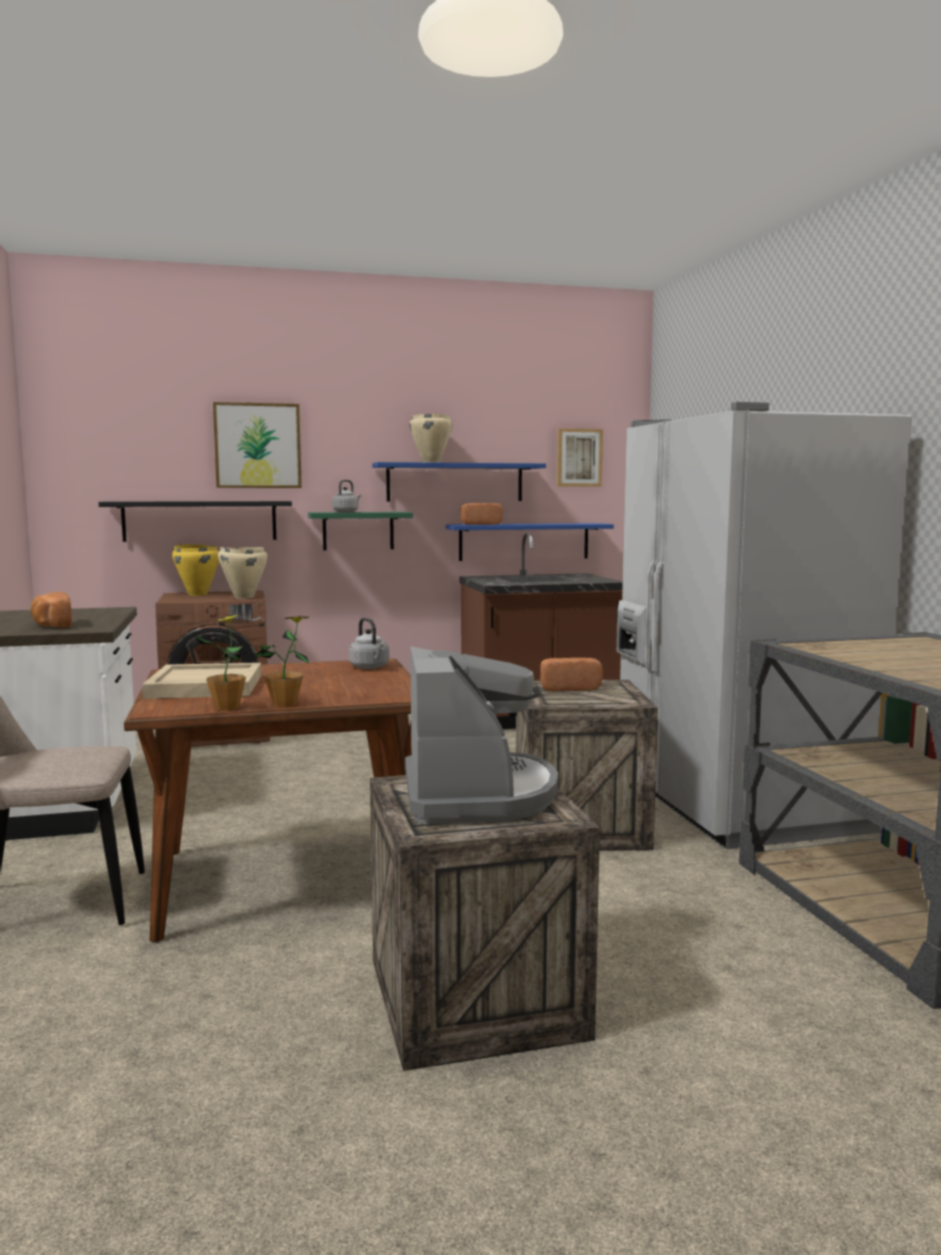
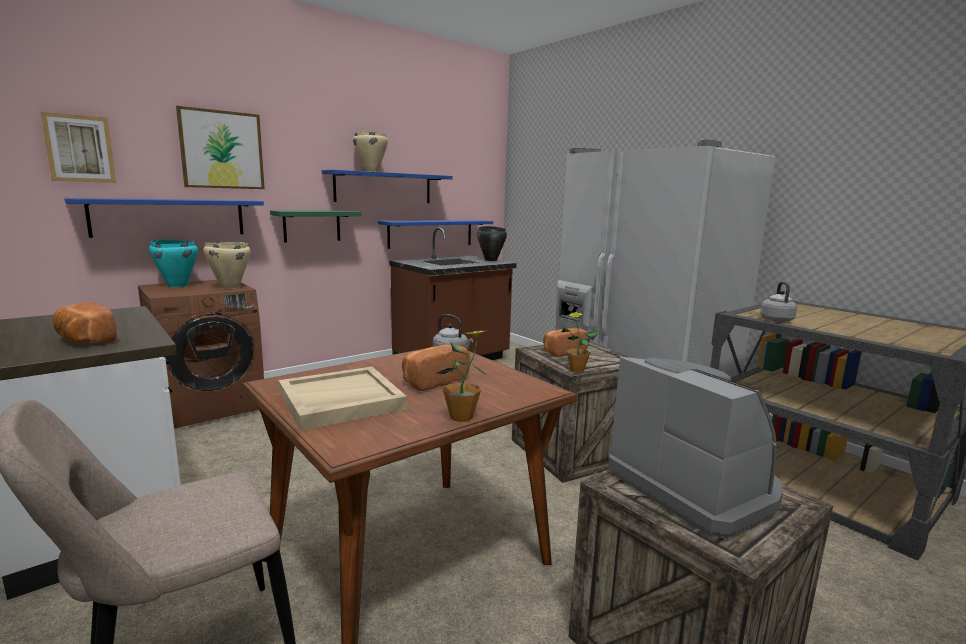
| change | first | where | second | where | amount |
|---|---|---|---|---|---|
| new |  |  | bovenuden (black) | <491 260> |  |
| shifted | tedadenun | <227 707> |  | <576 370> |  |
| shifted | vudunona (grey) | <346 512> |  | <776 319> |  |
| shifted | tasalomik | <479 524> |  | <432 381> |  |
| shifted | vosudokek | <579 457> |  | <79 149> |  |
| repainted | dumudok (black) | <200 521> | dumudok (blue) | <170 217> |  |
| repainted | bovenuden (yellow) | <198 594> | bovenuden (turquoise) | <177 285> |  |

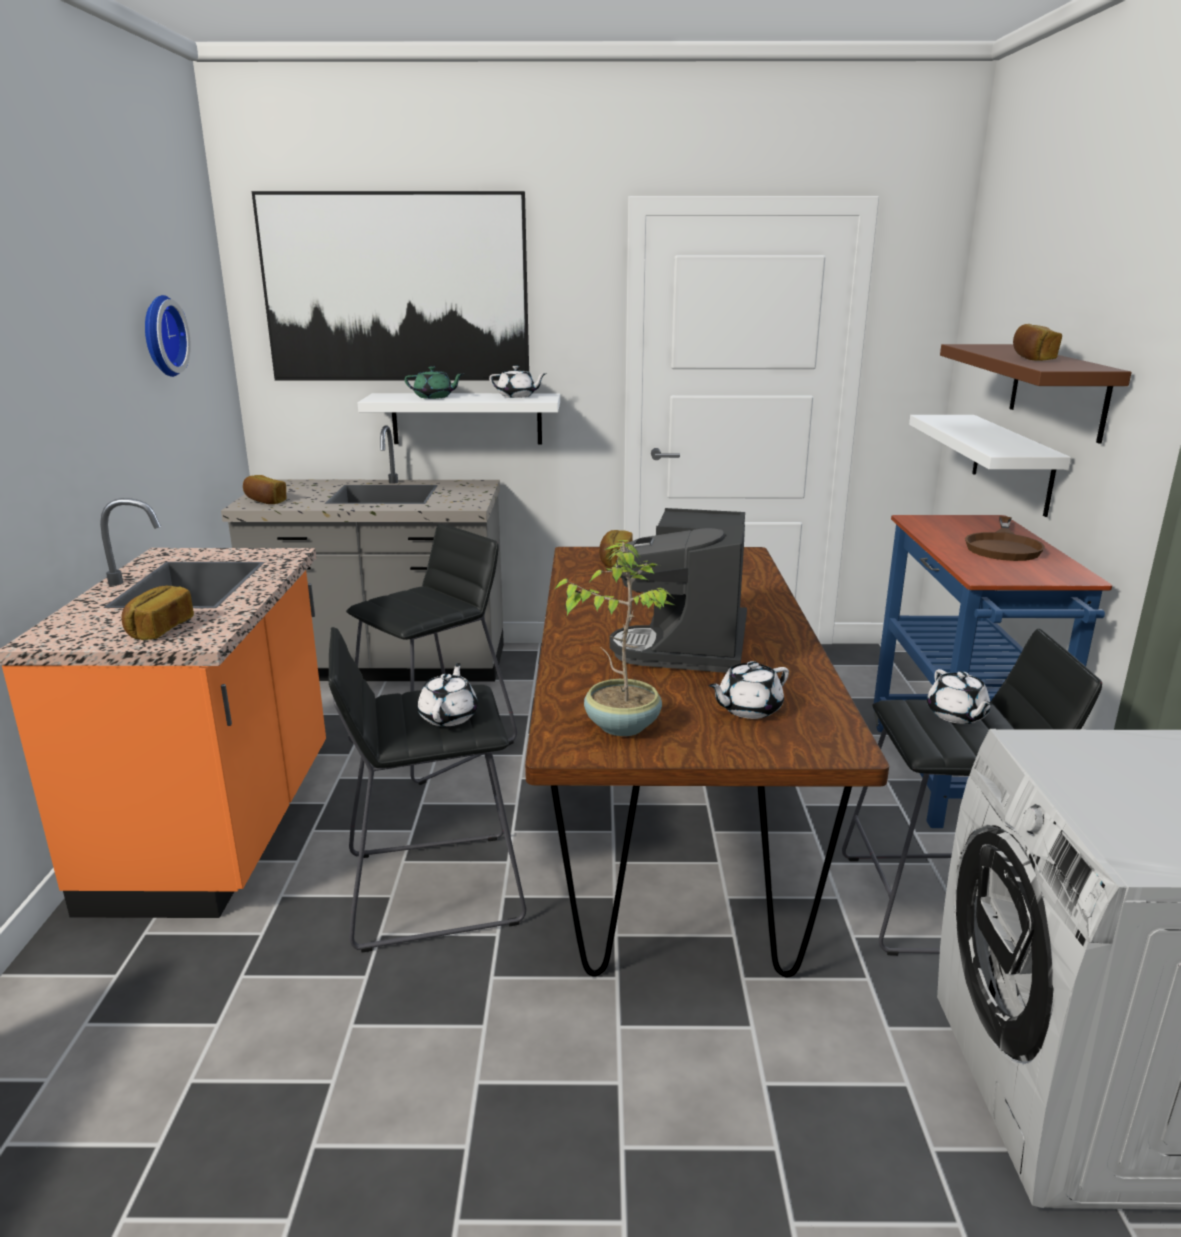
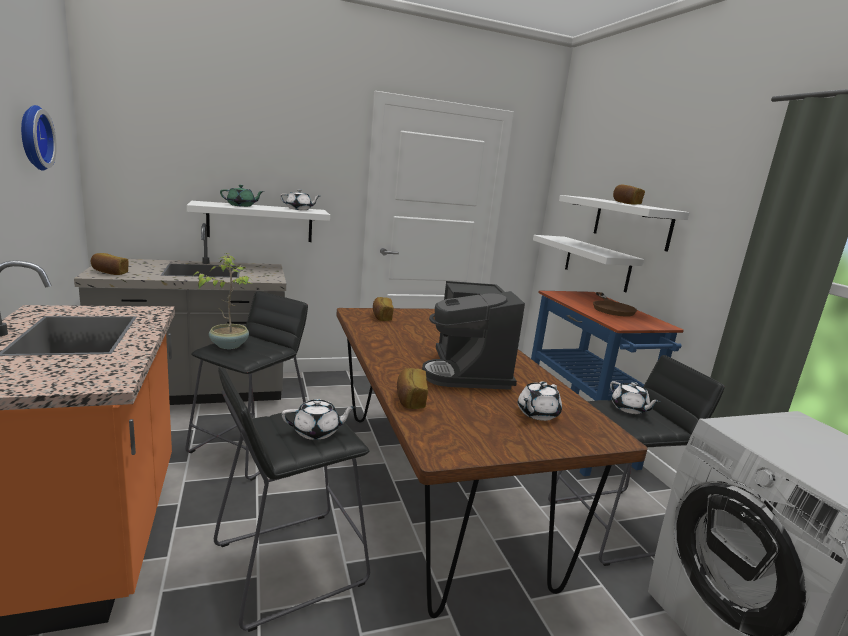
| change | first | where | second | where | amount |
|---|---|---|---|---|---|
| gone | vosudokek | <396 289> |  |  |  |
| shifted | tasalomik | <159 629> |  | <410 399> |  |
| shifted | tedadenun | <621 725> |  | <229 345> |  |
| repainted | dumudok (brown) | <1058 390> | dumudok (white) | <631 223> |  |
| rotated | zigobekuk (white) | <449 716> |  | <317 432> | 90 degrees clockwise |

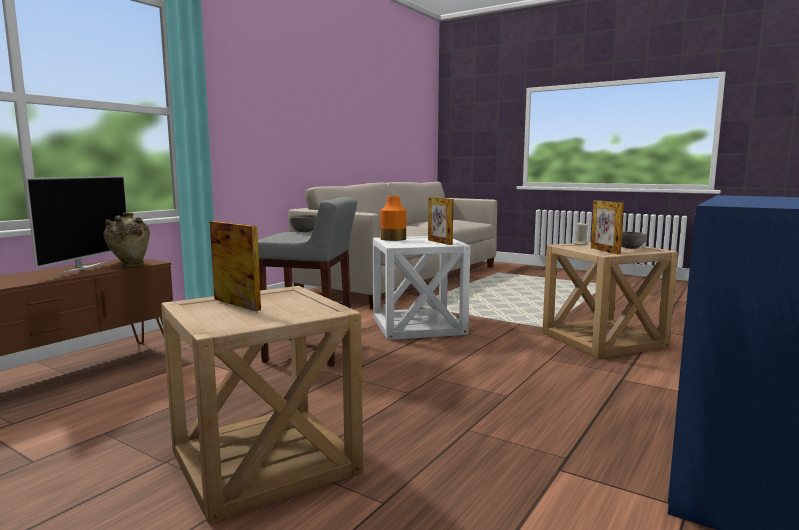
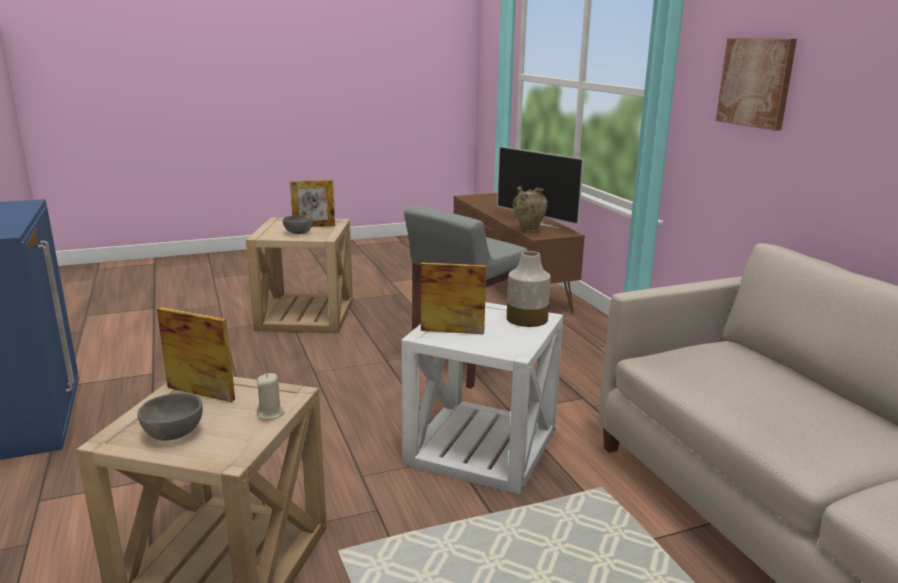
| change | first | where | second | where | amount |
|---|---|---|---|---|---|
| new |  |  | vosudokek | <756 82> |  |
| shifted | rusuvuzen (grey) | <305 232> |  | <299 233> |  |
| repainted | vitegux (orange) | <393 239> | vitegux (beige) | <526 318> |  |

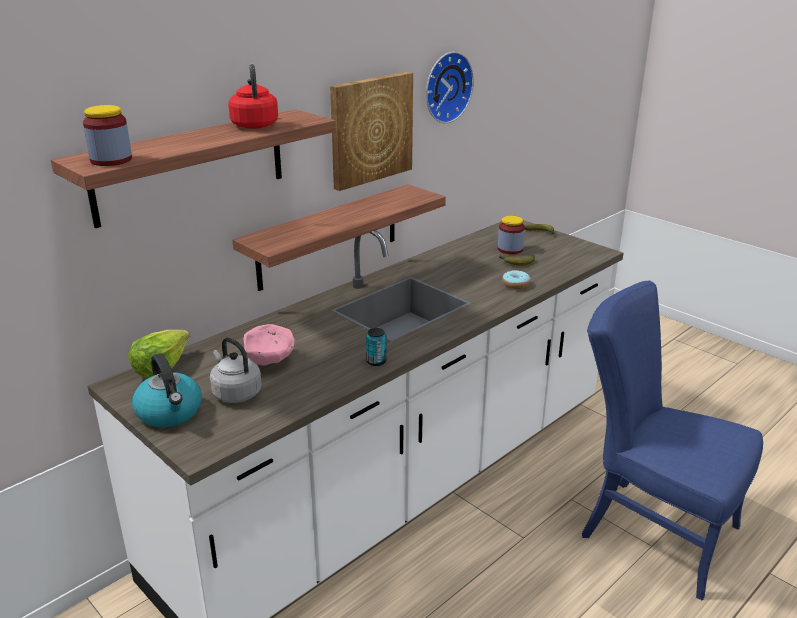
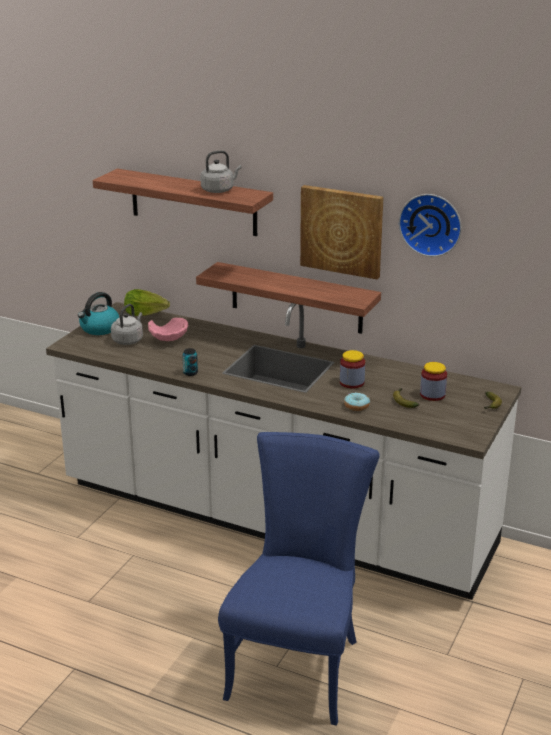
| change | first | where | second | where | amount |
|---|---|---|---|---|---|
| shifted | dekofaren | <111 160> |  | <352 382> |  |
| repainted | vudunona (red) | <254 125> | vudunona (grey) | <219 190> |  |

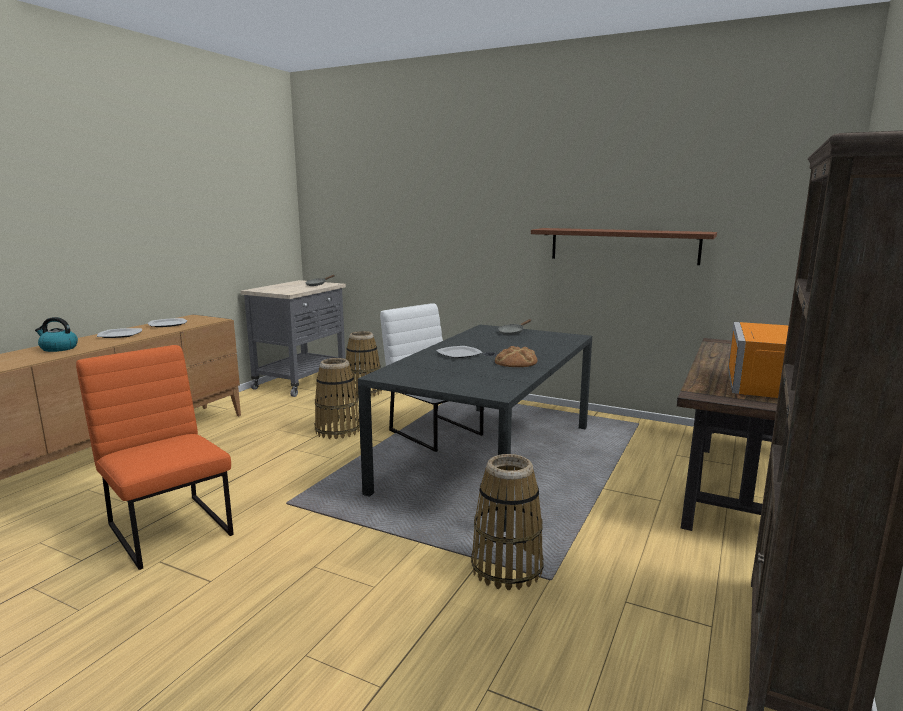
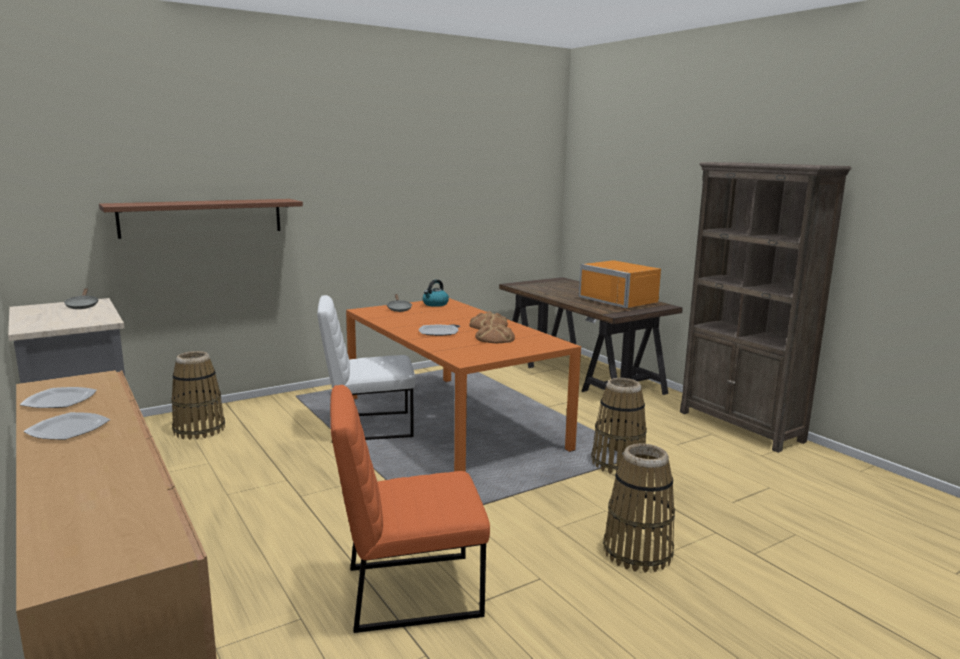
| change | first | where | second | where | amount |
|---|---|---|---|---|---|
| new |  |  | tasalomik | <494 338> |  |
| shifted | vudunona | <58 348> |  | <435 304> |  |
| shifted | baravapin | <338 430> |  | <637 552> |  |
| shifted | dumudok (brown) | <623 245> |  | <202 217> |  |
| repainted | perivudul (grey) | <488 457> | perivudul (orange) | <452 423> |  |

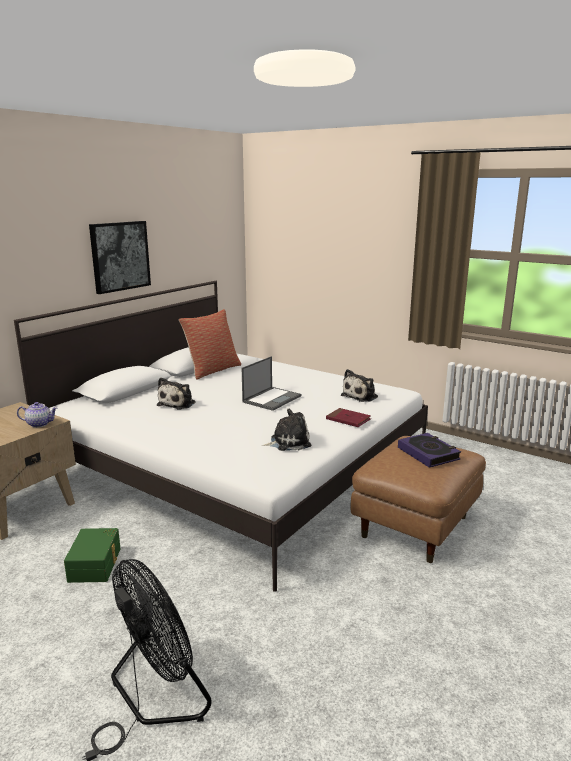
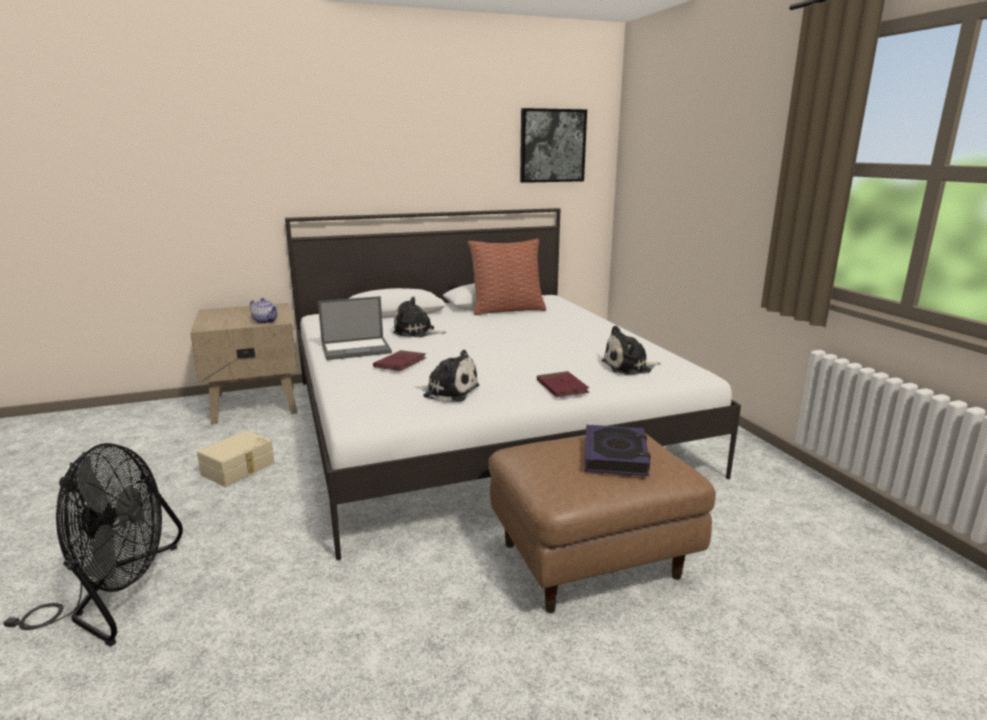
| change | first | where | second | where | amount |
|---|---|---|---|---|---|
| new |  |  | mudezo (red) | <400 363> |  |
| shifted | vosudokek | <120 256> |  | <552 146> |  |
| shifted | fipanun | <272 399> |  | <357 349> |  |
| repainted | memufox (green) | <96 564> | memufox (beige) | <239 469> |  |
| rotated | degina | <178 403> |  | <416 332> | 45 degrees clockwise |

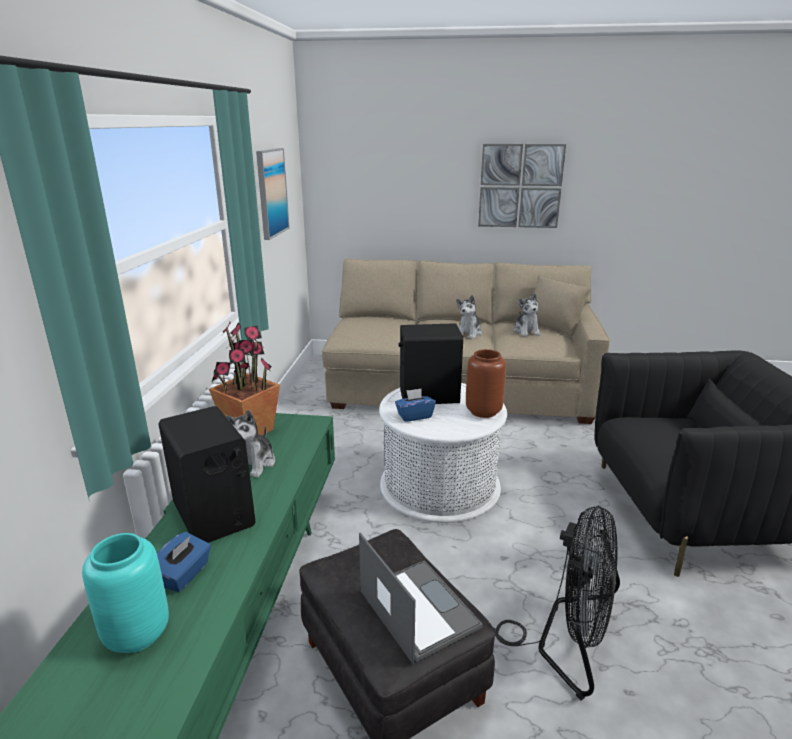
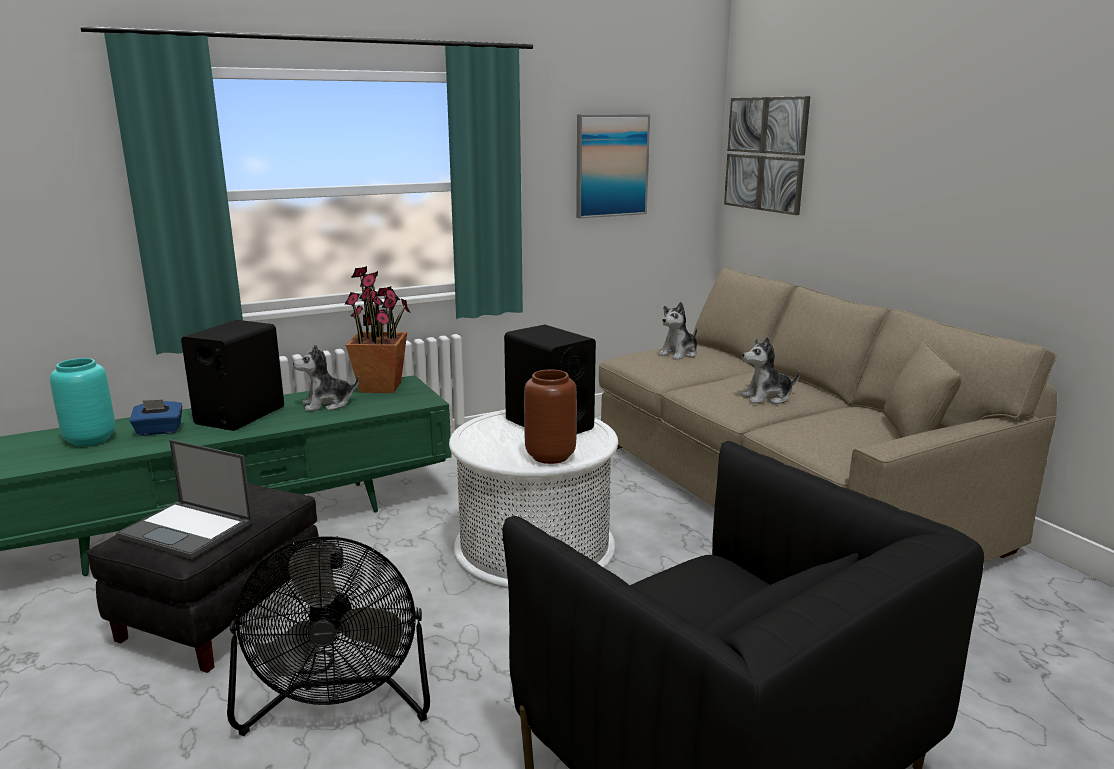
| change | first | where | second | where | amount |
|---|---|---|---|---|---|
| gone | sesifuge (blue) | <414 416> |  |  |  |
| shifted | vosudokek | <520 186> |  | <765 154> |  |
| shifted | degina | <526 331> |  | <679 354> |  |
| rotated | fipanun | <417 608> |  | <188 529> | 90 degrees clockwise |

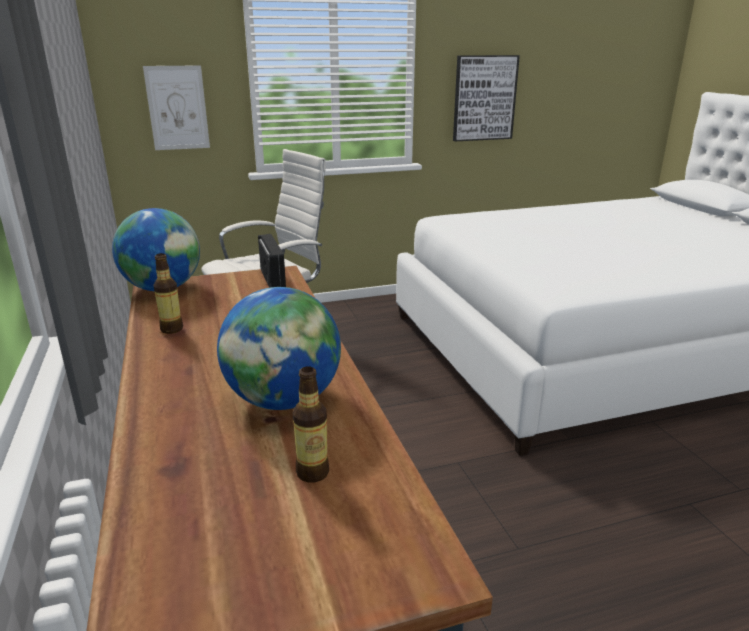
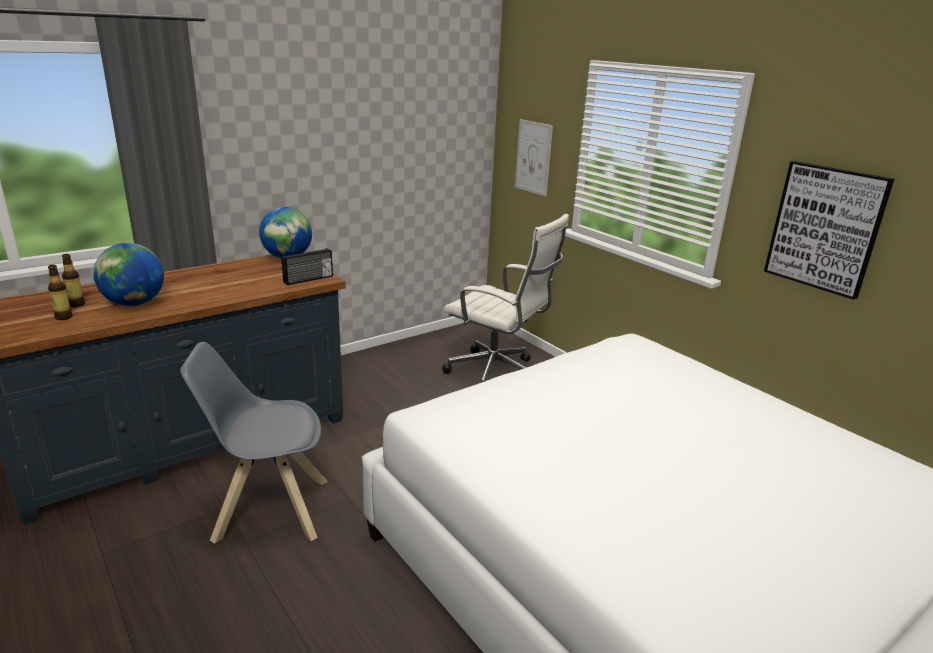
| change | first | where | second | where | amount |
|---|---|---|---|---|---|
| new |  |  | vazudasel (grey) | <268 509> |  |
| shifted | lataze | <171 329> |  | <76 304> |  |

